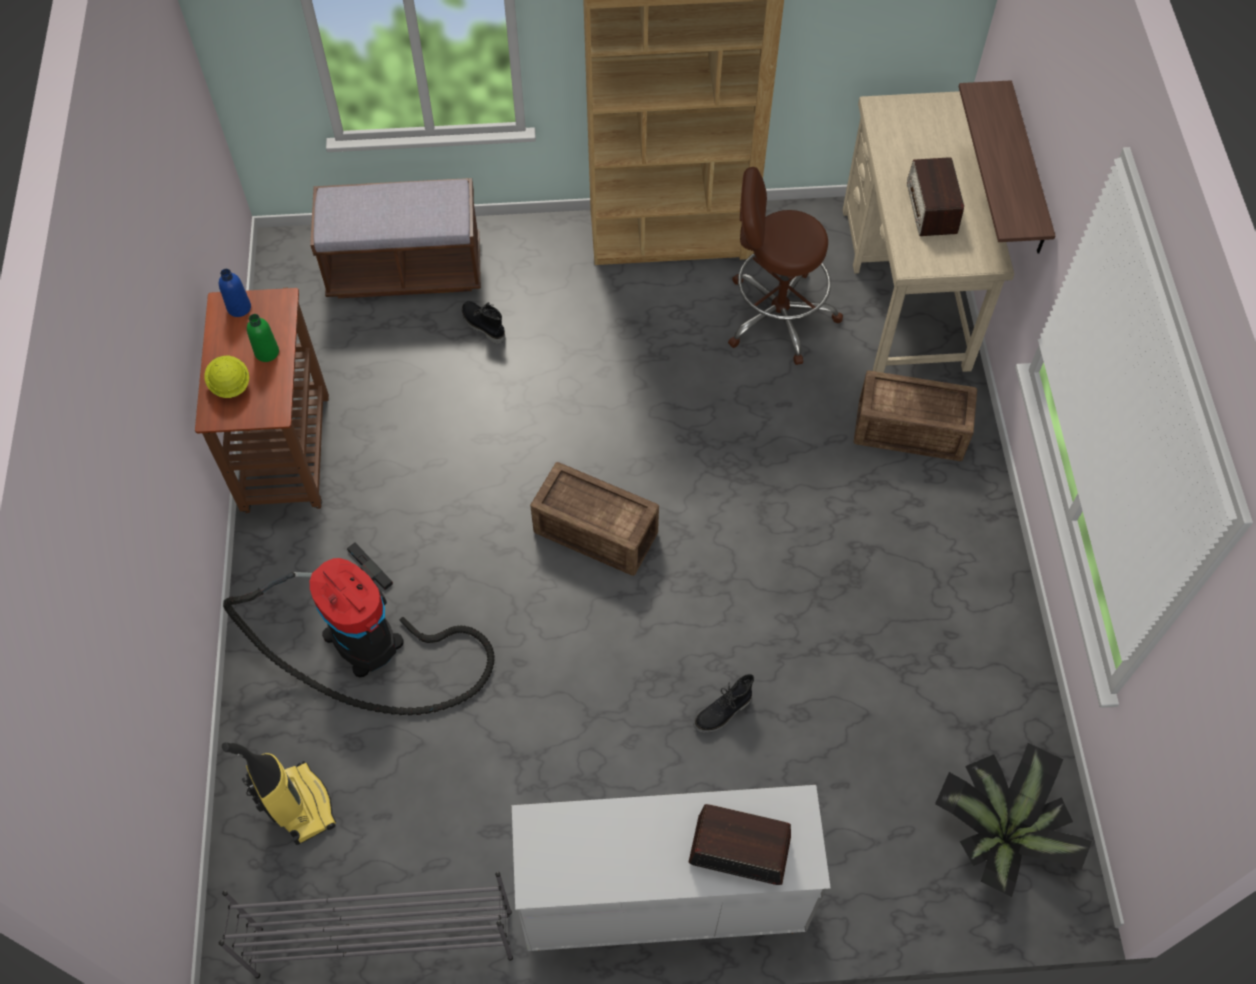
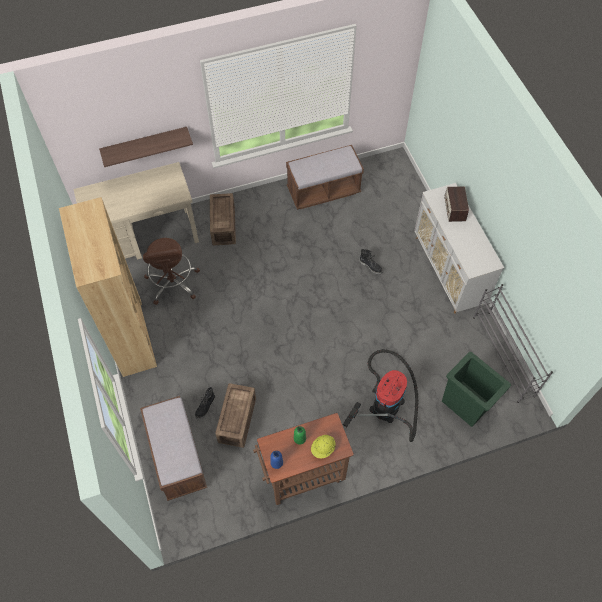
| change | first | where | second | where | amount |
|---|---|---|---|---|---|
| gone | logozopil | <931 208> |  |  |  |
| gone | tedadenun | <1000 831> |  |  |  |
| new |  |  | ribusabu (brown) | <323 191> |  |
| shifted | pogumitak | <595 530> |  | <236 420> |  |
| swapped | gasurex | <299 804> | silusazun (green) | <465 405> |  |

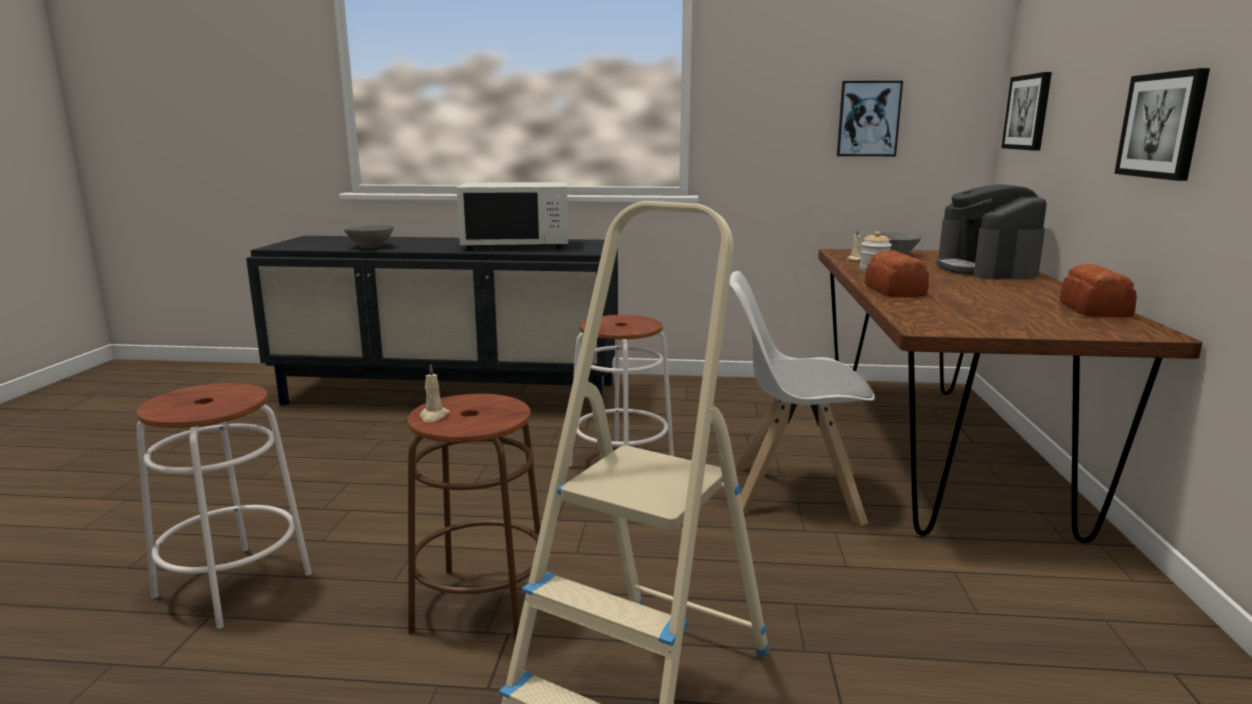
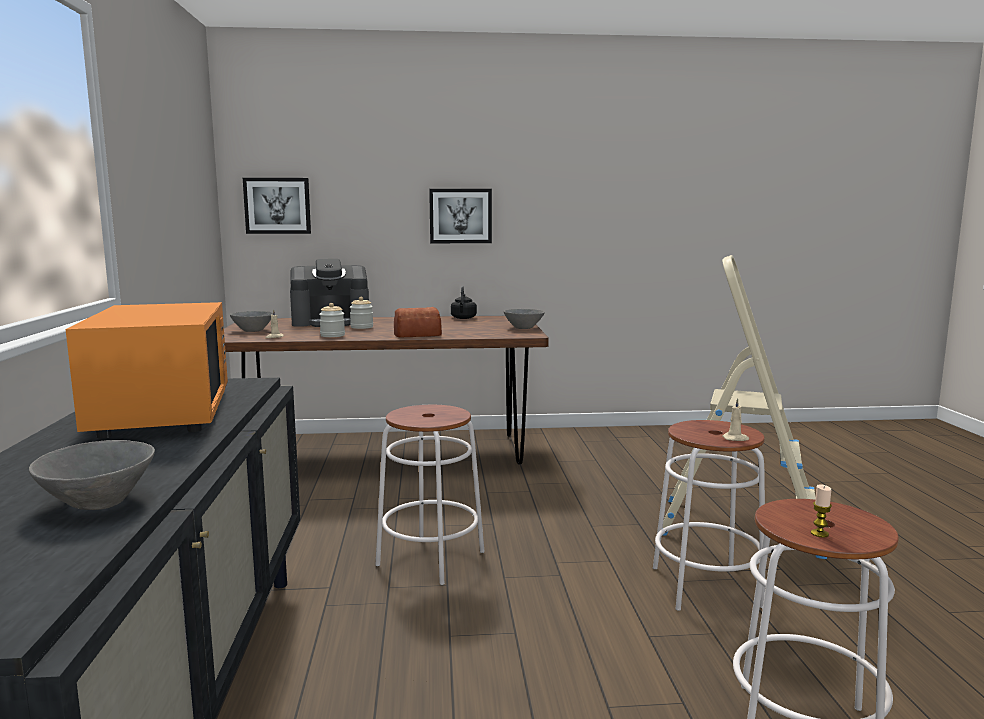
| change | first | where | second | where | amount |
|---|---|---|---|---|---|
| gone | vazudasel | <791 493> |  |  |  |
| gone | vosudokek | <868 119> |  |  |  |
| new |  |  | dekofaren | <362 327> |  |
| new |  |  | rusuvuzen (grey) | <524 328> |  |
| new |  |  | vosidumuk | <819 533> |  |
| swapped | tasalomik | <1093 310> | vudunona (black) | <463 318> |  |
| repainted | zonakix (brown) | <481 604> | zonakix (white) | <706 586> |  |
| repainted | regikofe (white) | <517 245> | regikofe (orange) | <162 413> |  |

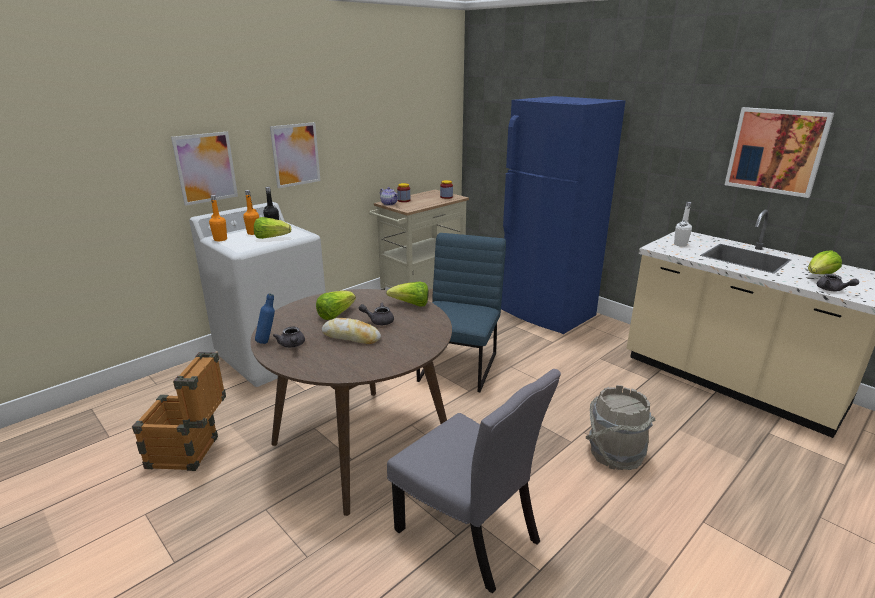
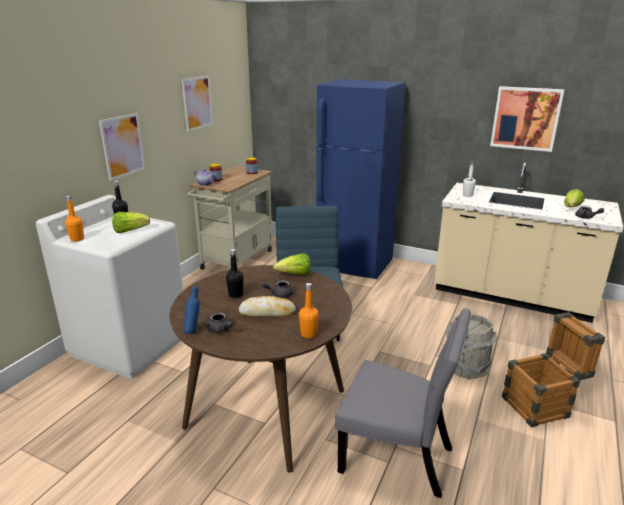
| change | first | where | second | where | amount |
|---|---|---|---|---|---|
| shifted | pogumitak | <191 453> |  | <541 405> |  |
| shifted | vosudokek | <206 168> |  | <197 103> |  |
| shifted | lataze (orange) | <253 233> |  | <308 334> |  |
| swapped | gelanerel | <335 314> | lataze (black) | <235 295> |  |

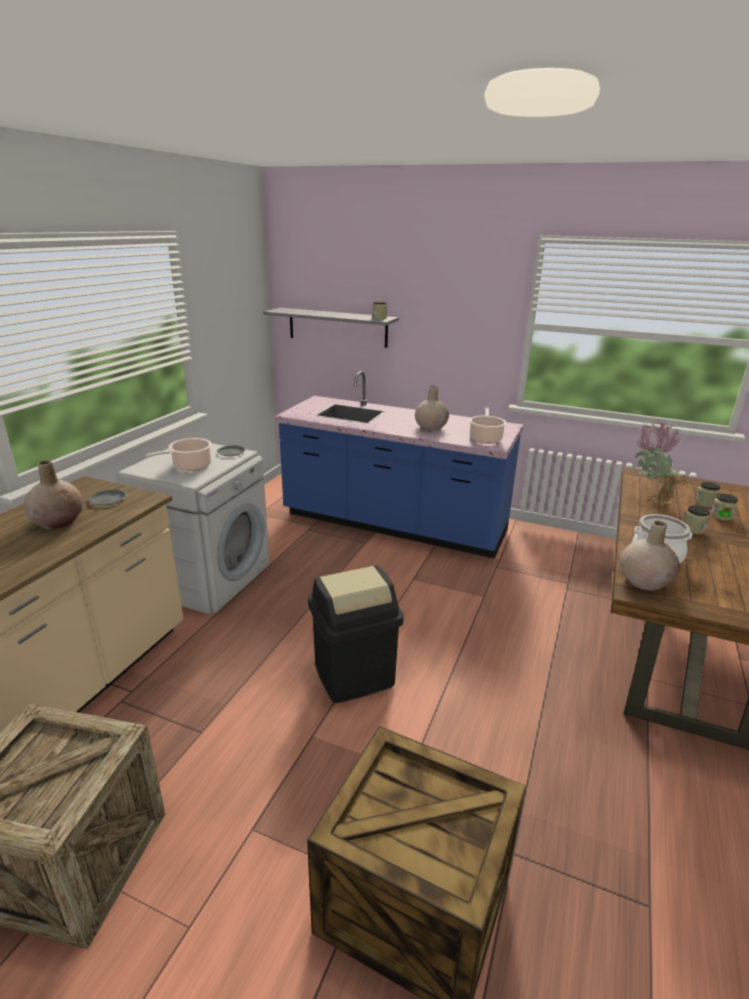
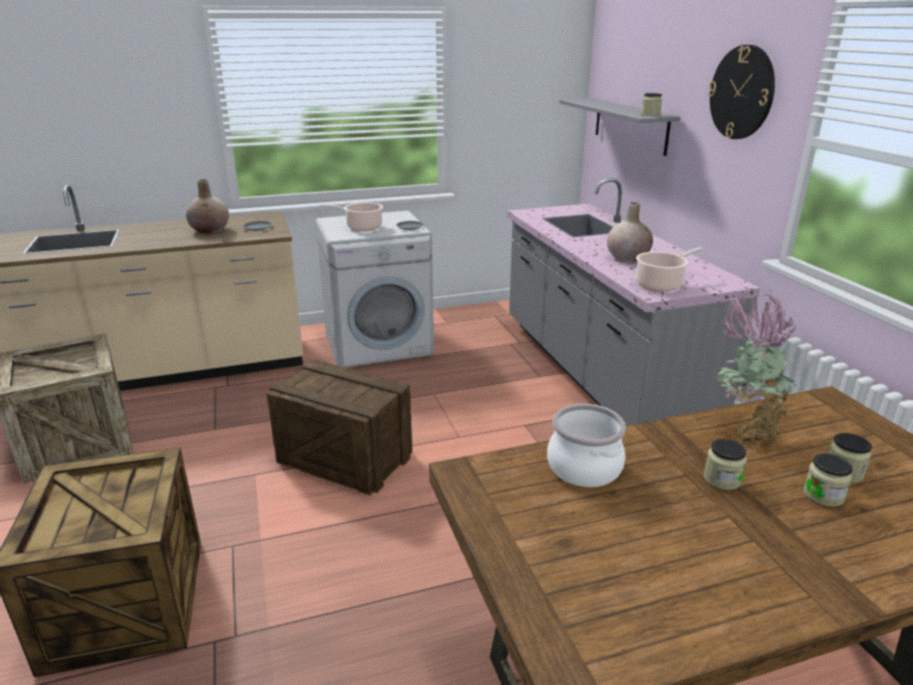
| change | first | where | second | where | amount |
|---|---|---|---|---|---|
| gone | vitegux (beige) | <644 581> |  |  |  |
| new |  |  | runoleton | <742 92> |  |
| swapped | silusazun (black) | <354 675> | pogumitak | <345 459> |  |
| repainted | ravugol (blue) | <394 524> | ravugol (grey) | <598 374> |  |

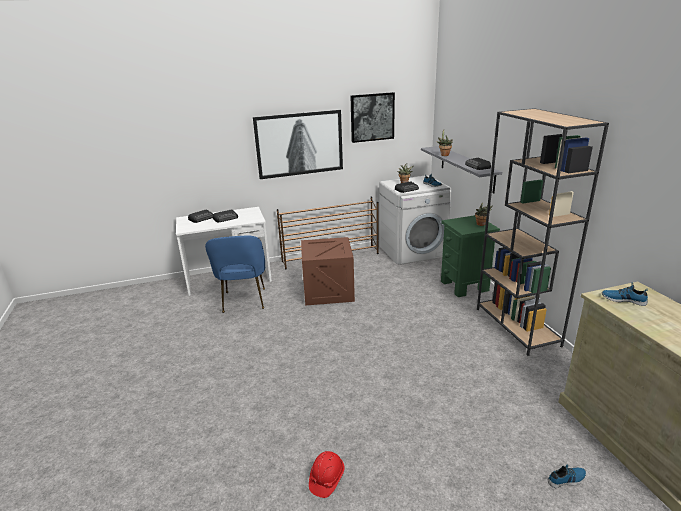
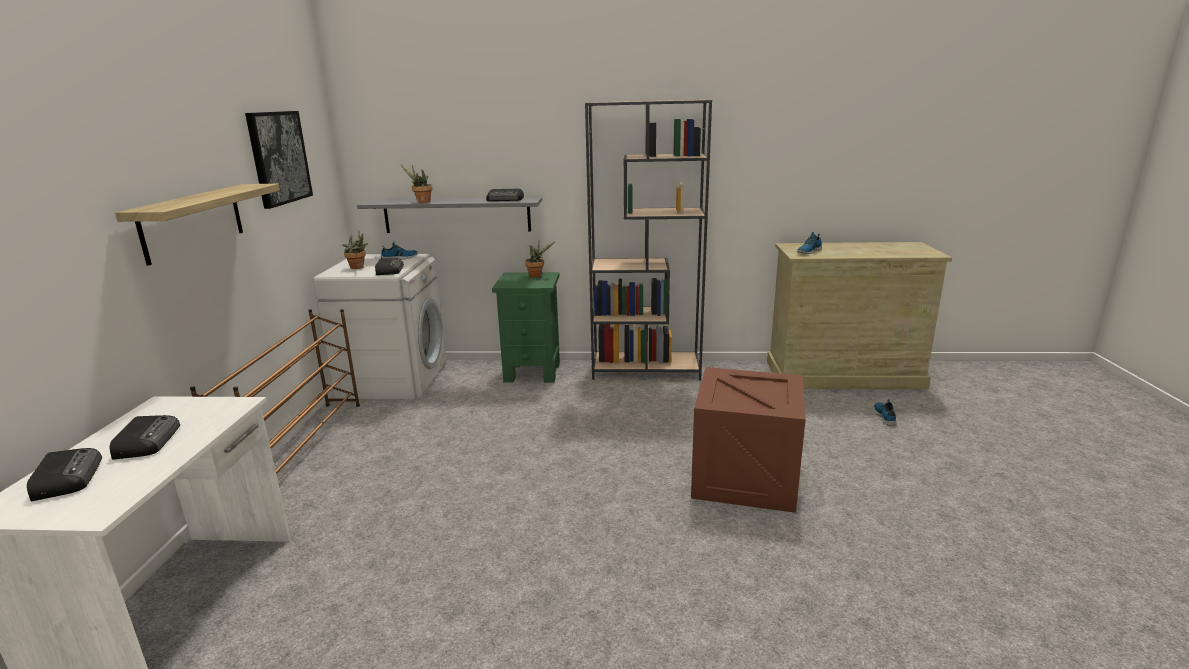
| change | first | where | second | where | amount |
|---|---|---|---|---|---|
| gone | vazudasel (blue) | <244 303> |  |  |  |
| gone | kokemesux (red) | <326 479> |  |  |  |
| shifted | pogumitak | <328 291> |  | <745 477> |  |
| swapped | vosudokek | <299 144> | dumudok | <193 222> |  |

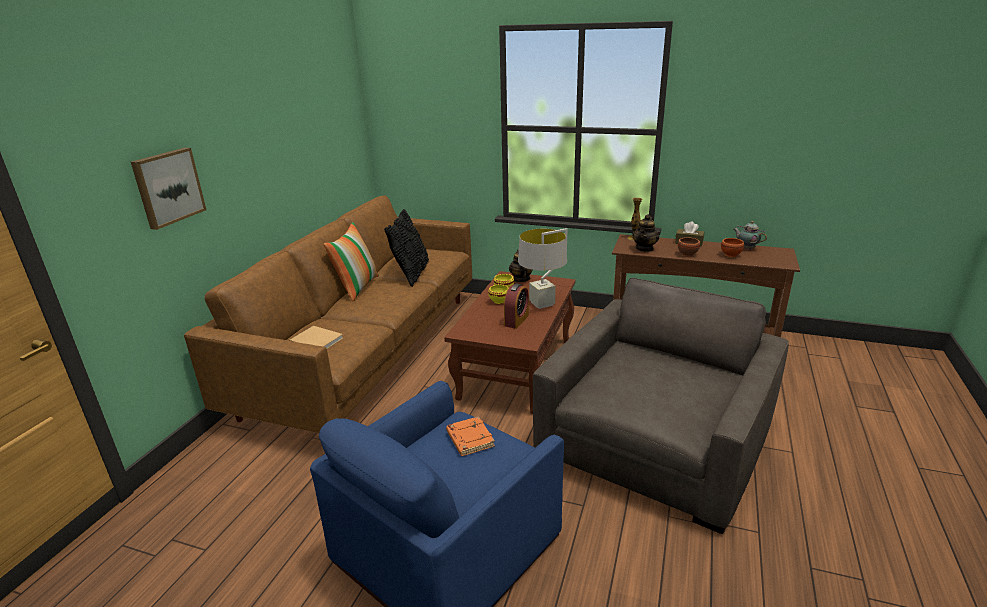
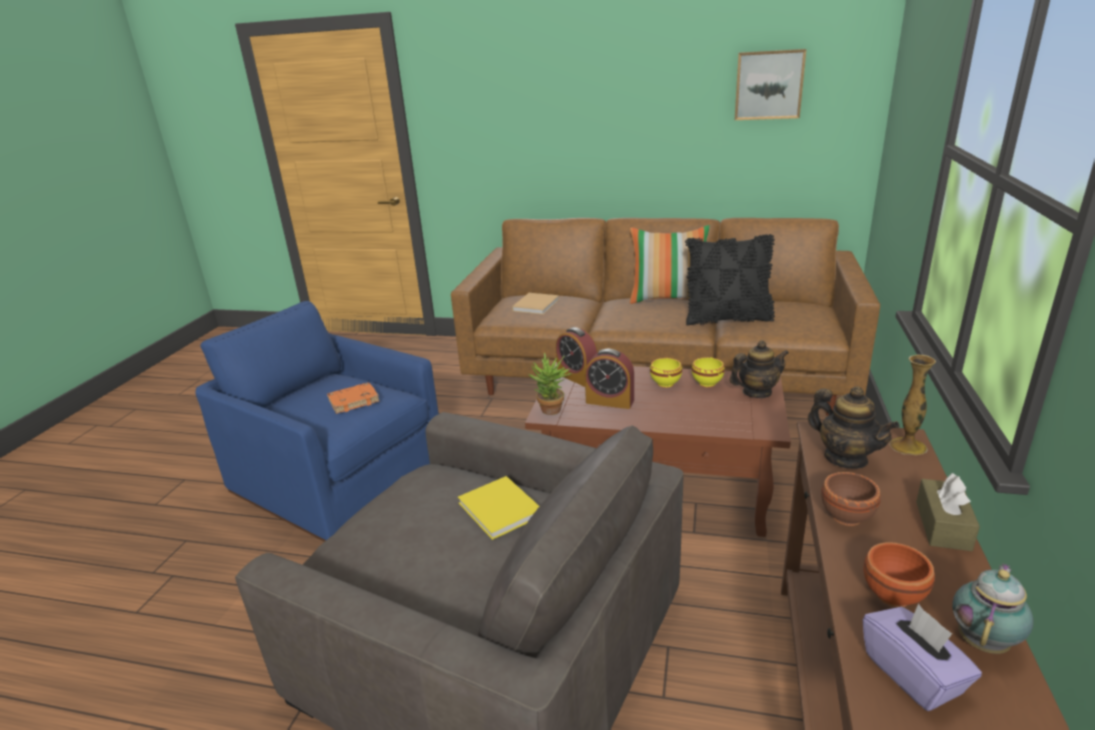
| change | first | where | second | where | amount |
|---|---|---|---|---|---|
| gone | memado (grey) | <542 303> |  |  |  |
| new |  |  | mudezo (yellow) | <501 510> |  |
| new |  |  | tedadenun | <552 412> |  |
| new |  |  | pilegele | <577 377> |  |
| new |  |  | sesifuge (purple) | <913 674> |  |
| shifted | vosudokek | <167 187> |  | <769 85> |  |
| rotated | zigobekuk | <645 248> |  | <845 458> | 150 degrees counterclockwise |

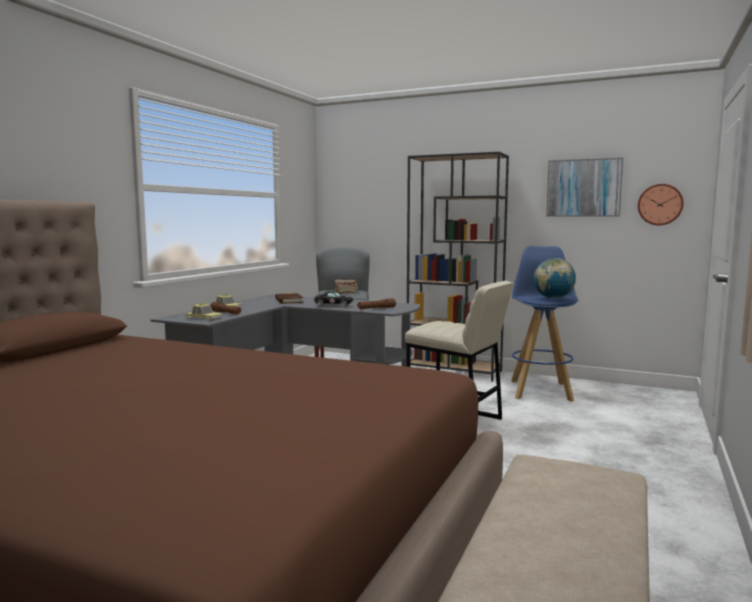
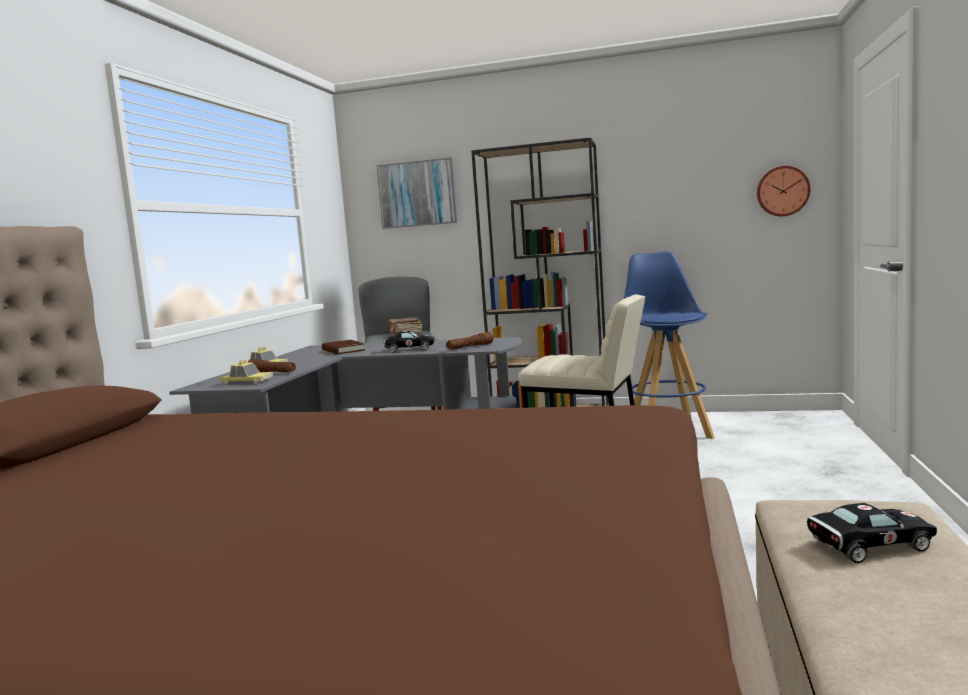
| change | first | where | second | where | amount |
|---|---|---|---|---|---|
| gone | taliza | <553 298> |  |  |  |
| new |  |  | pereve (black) | <867 546> |  |
| shifted | vosudokek | <583 188> |  | <417 194> |  |

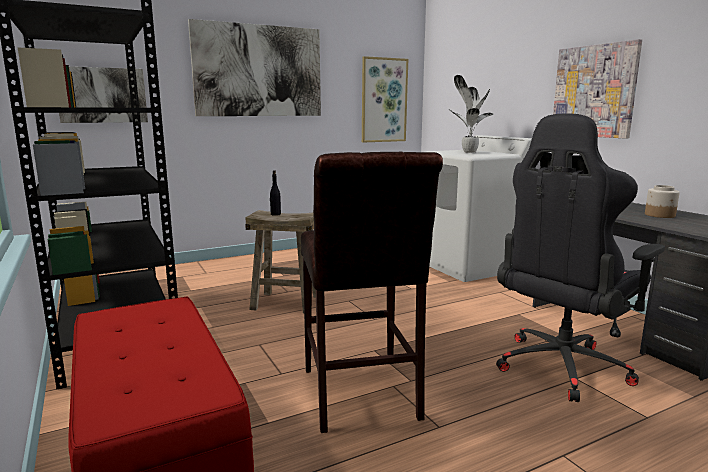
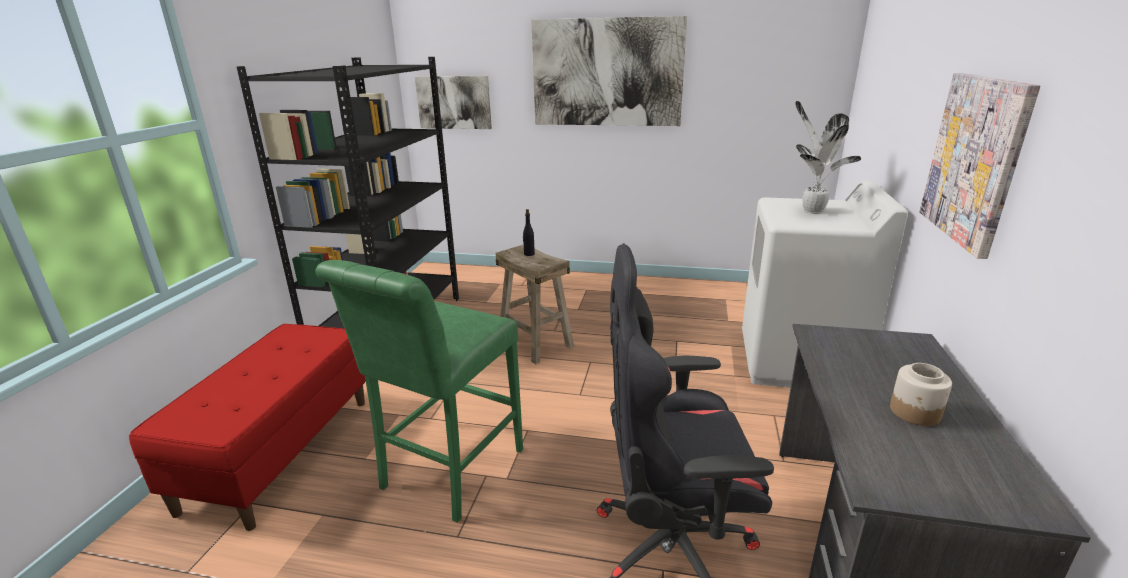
| change | first | where | second | where | amount |
|---|---|---|---|---|---|
| gone | vosudokek | <384 100> |  |  |  |
| repainted | zonakix (brown) | <360 398> | zonakix (green) | <447 473> |  |

